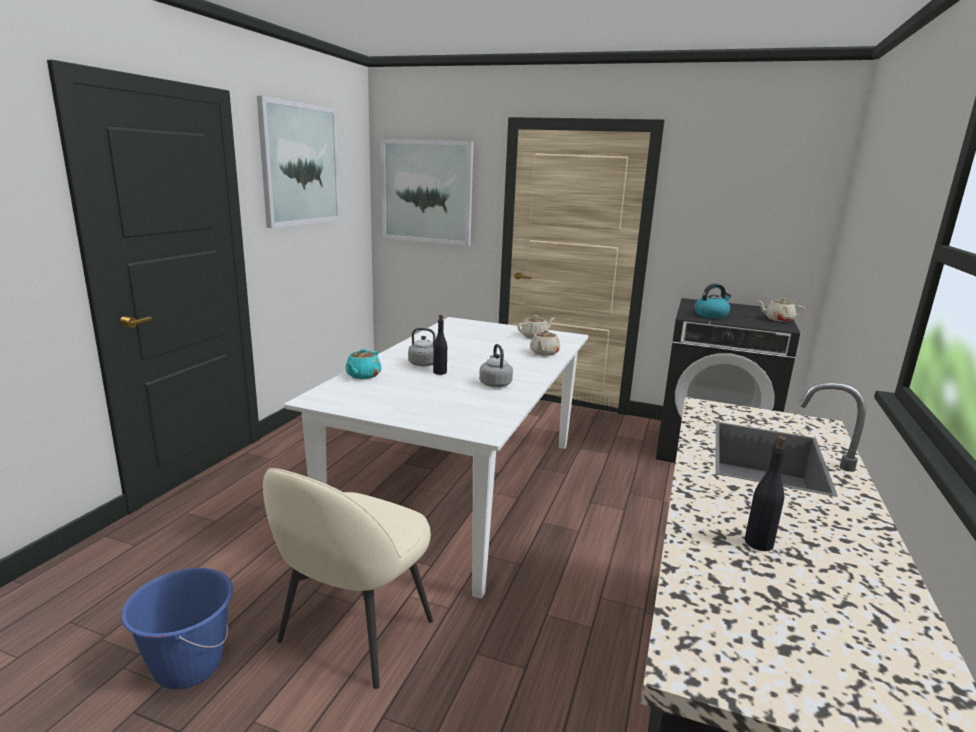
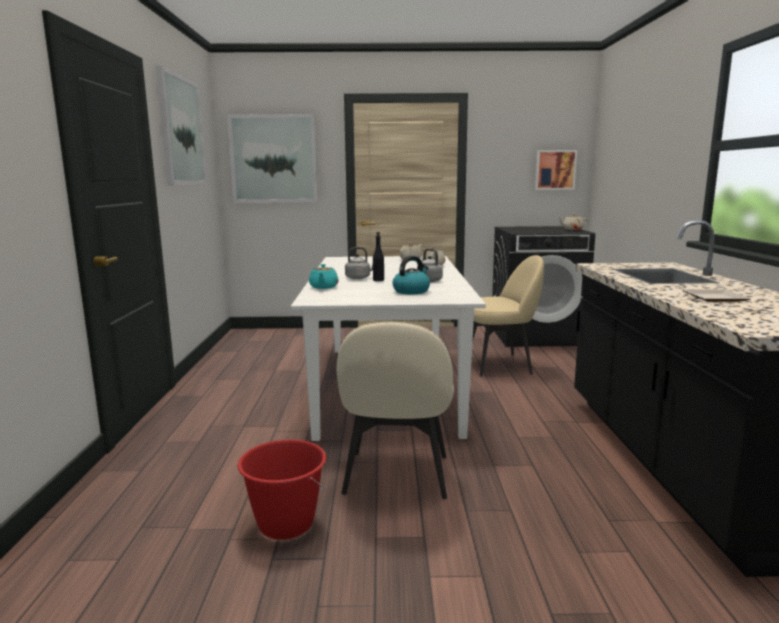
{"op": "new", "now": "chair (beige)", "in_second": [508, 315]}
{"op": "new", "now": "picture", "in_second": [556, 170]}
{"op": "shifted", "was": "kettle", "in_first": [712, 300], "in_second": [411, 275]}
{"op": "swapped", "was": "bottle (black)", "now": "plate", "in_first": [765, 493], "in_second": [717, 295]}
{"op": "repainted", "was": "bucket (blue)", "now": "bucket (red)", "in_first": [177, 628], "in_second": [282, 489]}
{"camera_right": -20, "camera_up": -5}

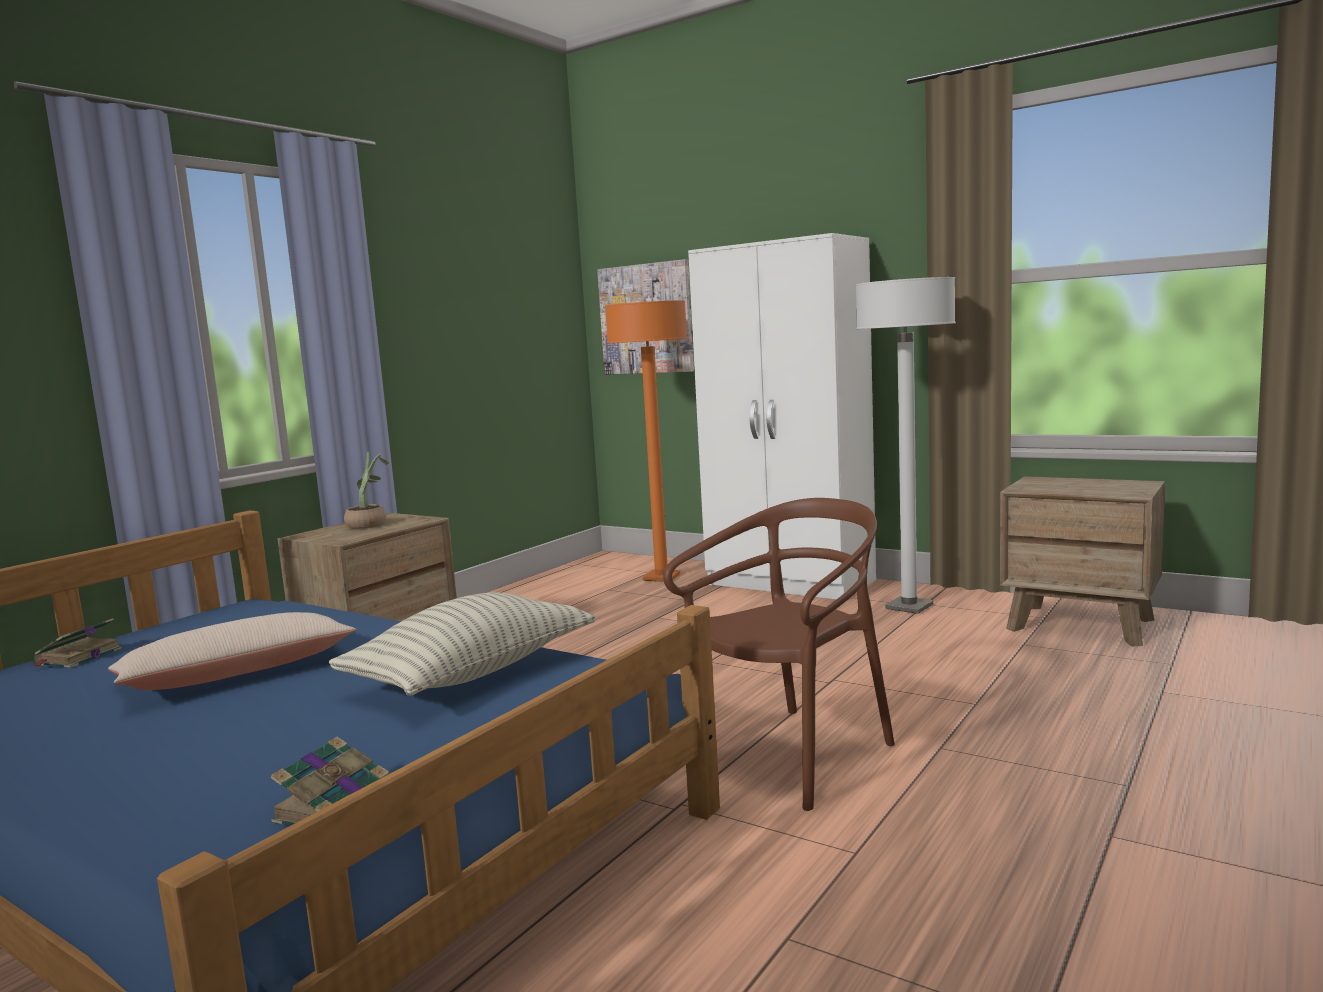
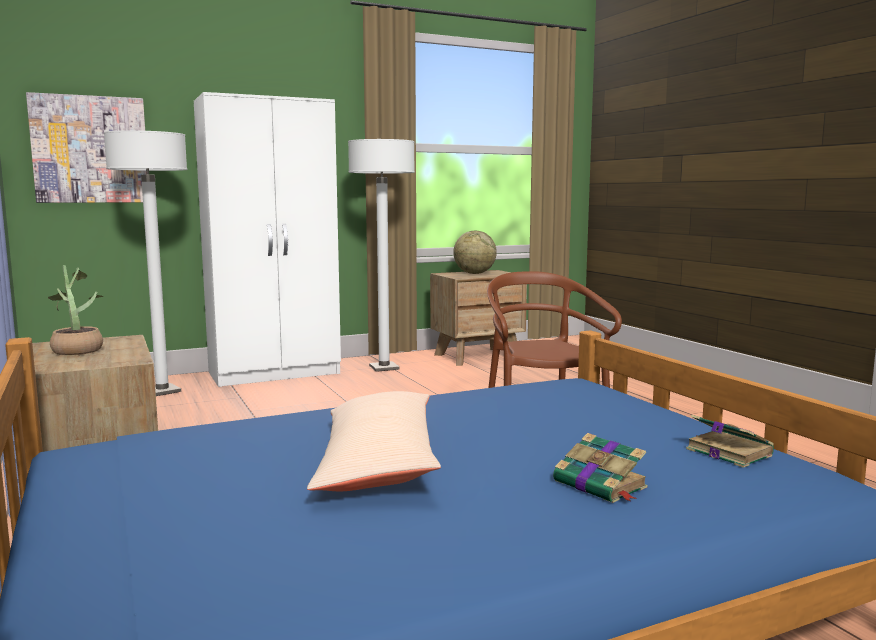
{"op": "gone", "was": "pillow", "in_first": [462, 644]}
{"op": "new", "now": "globe", "in_second": [475, 252]}
{"op": "shifted", "was": "book", "in_first": [76, 643], "in_second": [600, 468]}
{"op": "repainted", "was": "floor lamp (orange)", "now": "floor lamp (white)", "in_first": [646, 440], "in_second": [145, 263]}
{"camera_right": -60, "camera_up": 0}

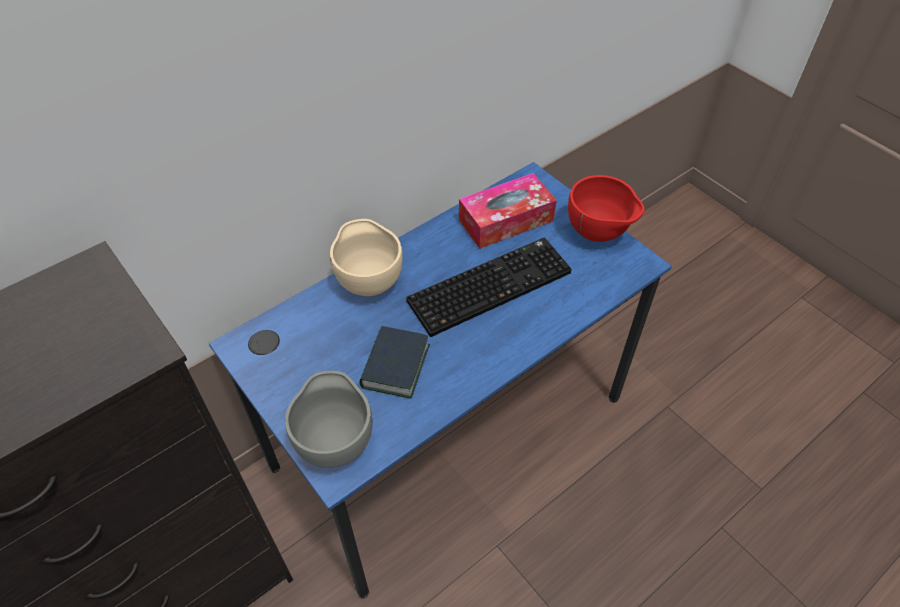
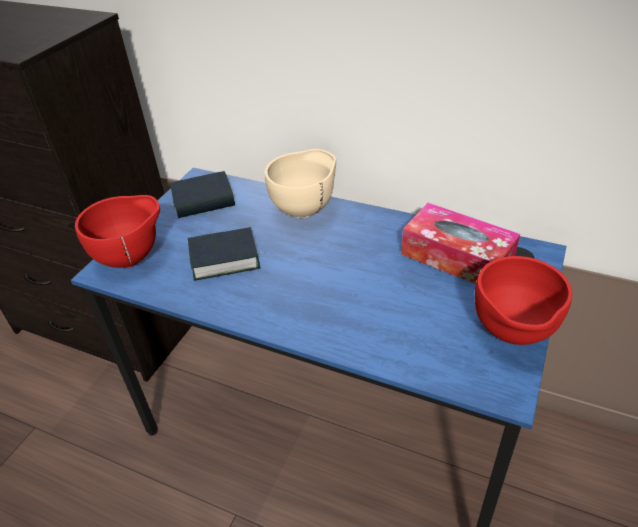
{"op": "gone", "was": "keyboard", "in_first": [489, 287]}
{"op": "new", "now": "book", "in_second": [202, 194]}
{"op": "repainted", "was": "bowl (grey)", "now": "bowl (red)", "in_first": [328, 419], "in_second": [117, 231]}
{"camera_right": 65, "camera_up": -10}

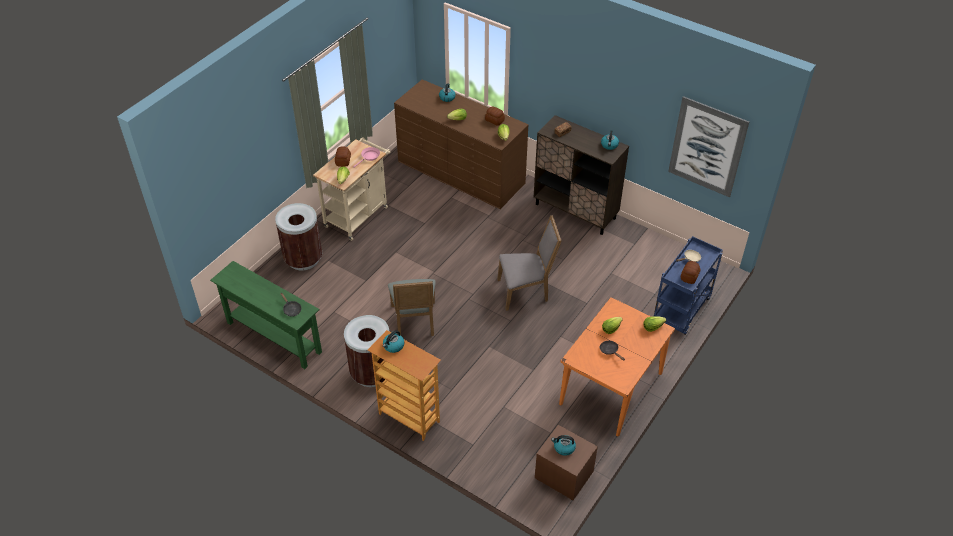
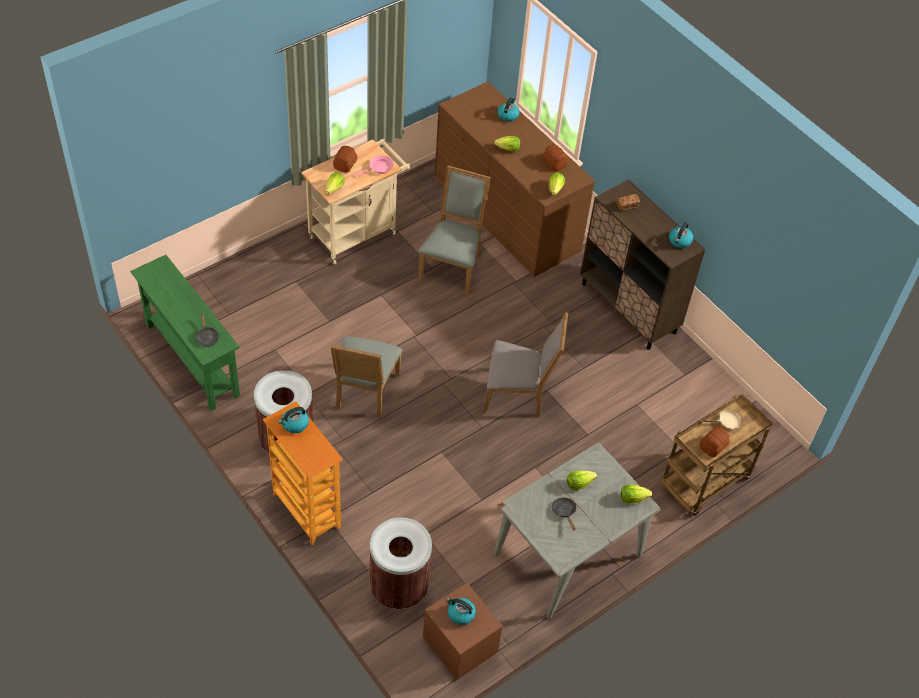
{"op": "gone", "was": "picture", "in_first": [708, 146]}
{"op": "new", "now": "chair (grey)", "in_second": [454, 230]}
{"op": "shifted", "was": "trash can (brown)", "in_first": [298, 237], "in_second": [401, 563]}
{"op": "repainted", "was": "dining table (orange)", "now": "dining table (grey)", "in_first": [617, 367], "in_second": [577, 530]}
{"op": "repainted", "was": "cart (blue)", "now": "cart (brown)", "in_first": [688, 285], "in_second": [716, 455]}
{"camera_right": 15, "camera_up": 5}

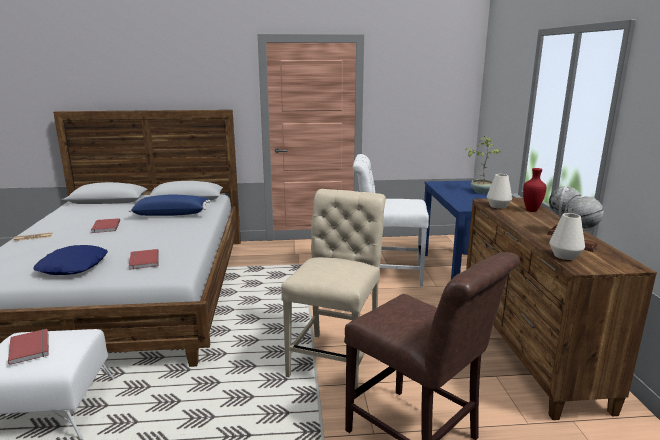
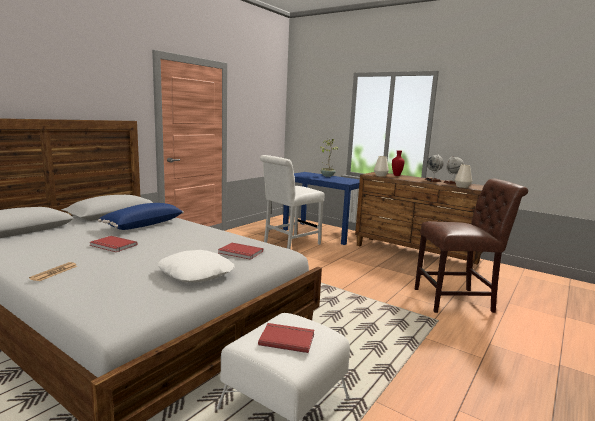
{"op": "gone", "was": "chair (beige)", "in_first": [333, 289]}
{"op": "repainted", "was": "pillow (blue)", "now": "pillow (white)", "in_first": [70, 260], "in_second": [196, 266]}
{"camera_right": -50, "camera_up": -5}

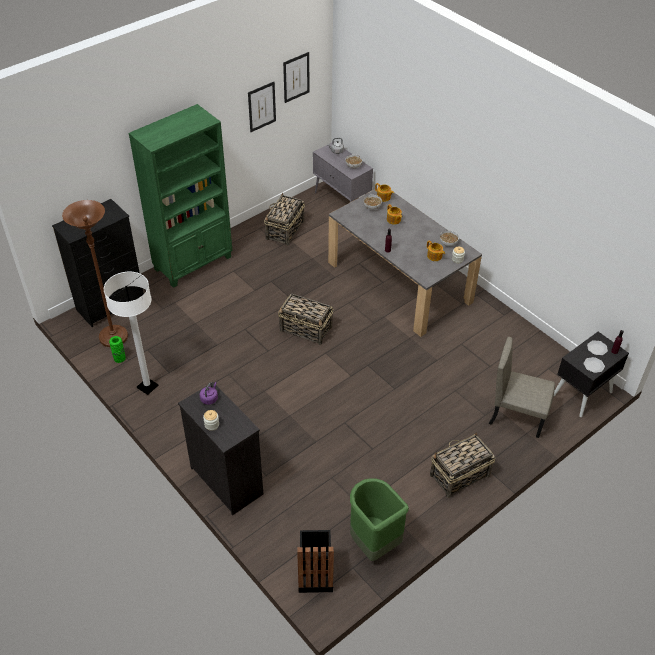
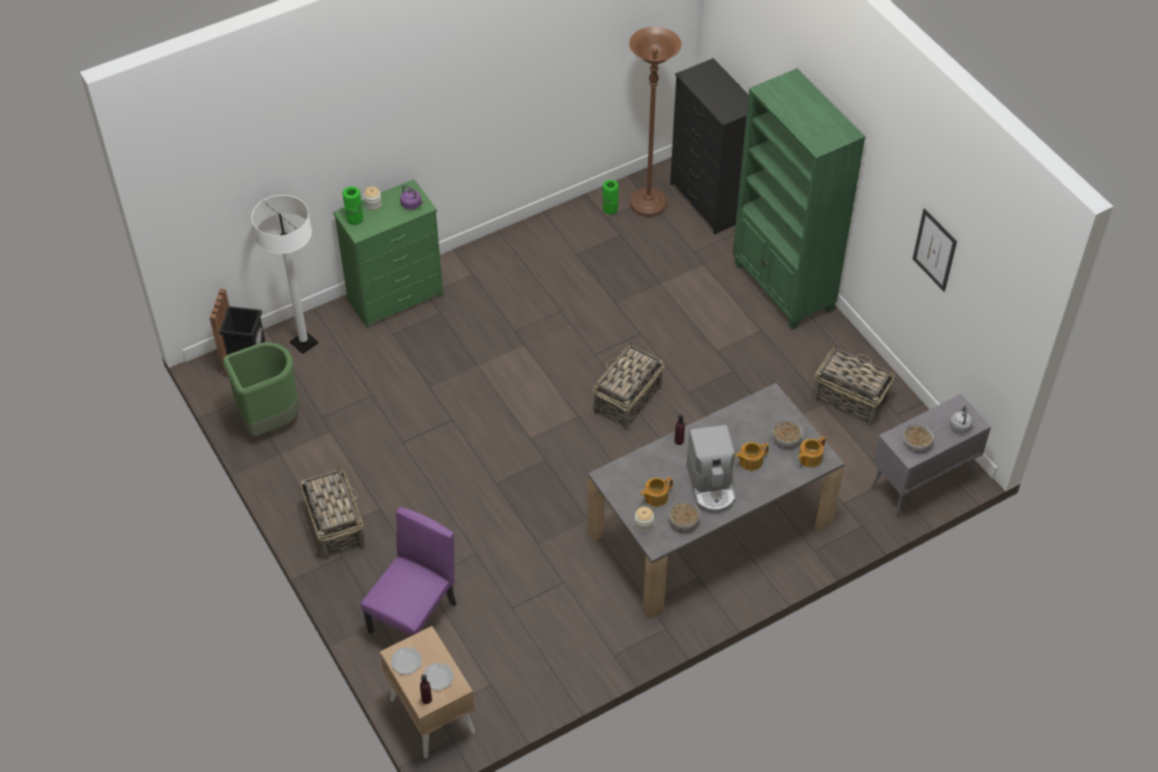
{"op": "gone", "was": "picture", "in_first": [296, 77]}
{"op": "new", "now": "vase (green)", "in_second": [352, 205]}
{"op": "new", "now": "coffee machine", "in_second": [711, 469]}
{"op": "shifted", "was": "floor lamp (white)", "in_first": [131, 333], "in_second": [285, 274]}
{"op": "repainted", "was": "dresser (black)", "now": "dresser (green)", "in_first": [220, 449], "in_second": [388, 254]}
{"op": "repainted", "was": "chair (beige)", "now": "chair (purple)", "in_first": [522, 387], "in_second": [409, 571]}
{"op": "repainted", "was": "nightstand (black)", "now": "nightstand (beige)", "in_first": [591, 374], "in_second": [427, 692]}
{"camera_right": 100, "camera_up": 5}

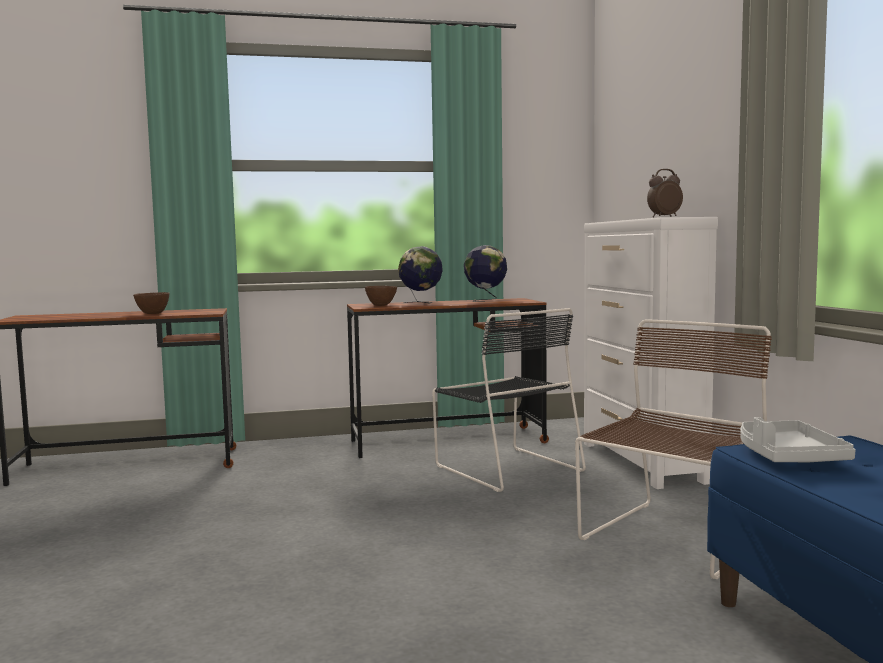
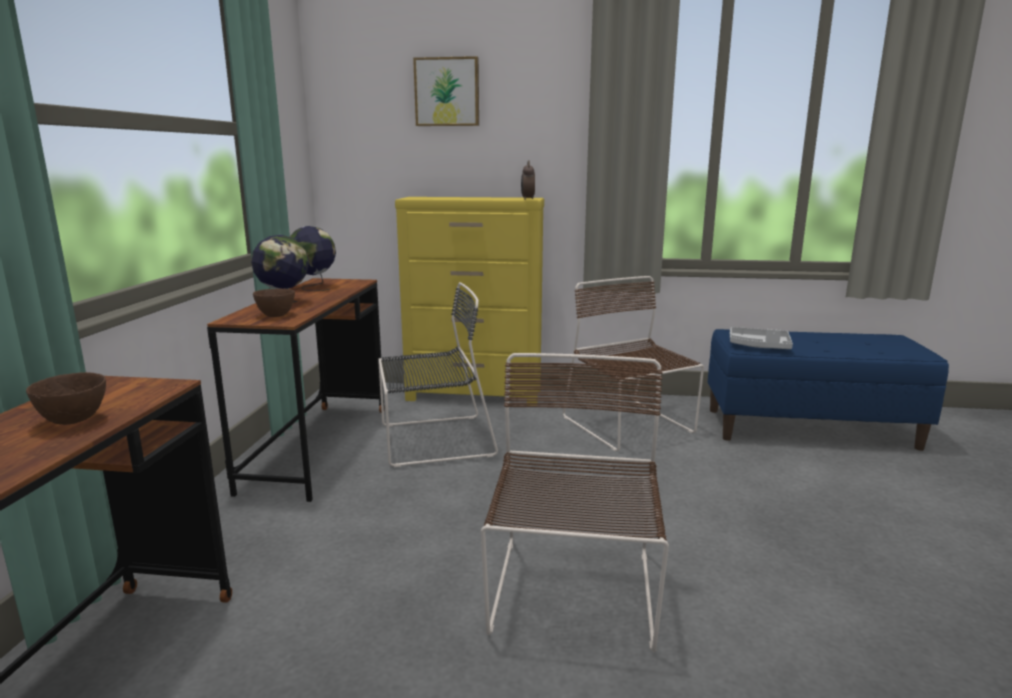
{"op": "new", "now": "picture", "in_second": [446, 91]}
{"op": "new", "now": "chair (brown)", "in_second": [575, 502]}
{"op": "repainted", "was": "dresser (white)", "now": "dresser (yellow)", "in_first": [651, 353], "in_second": [469, 300]}
{"camera_right": -70, "camera_up": 10}

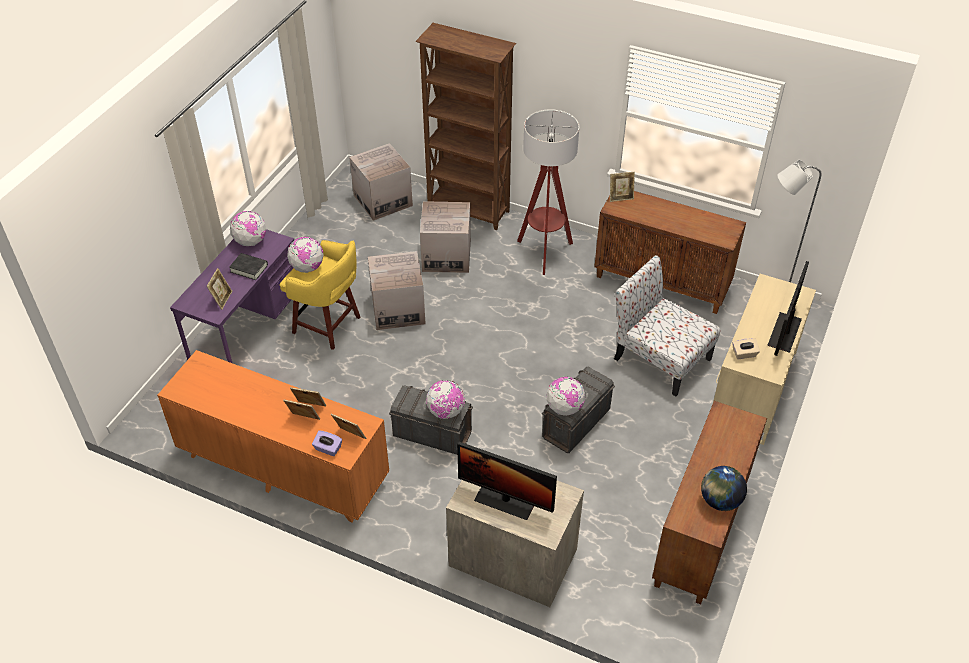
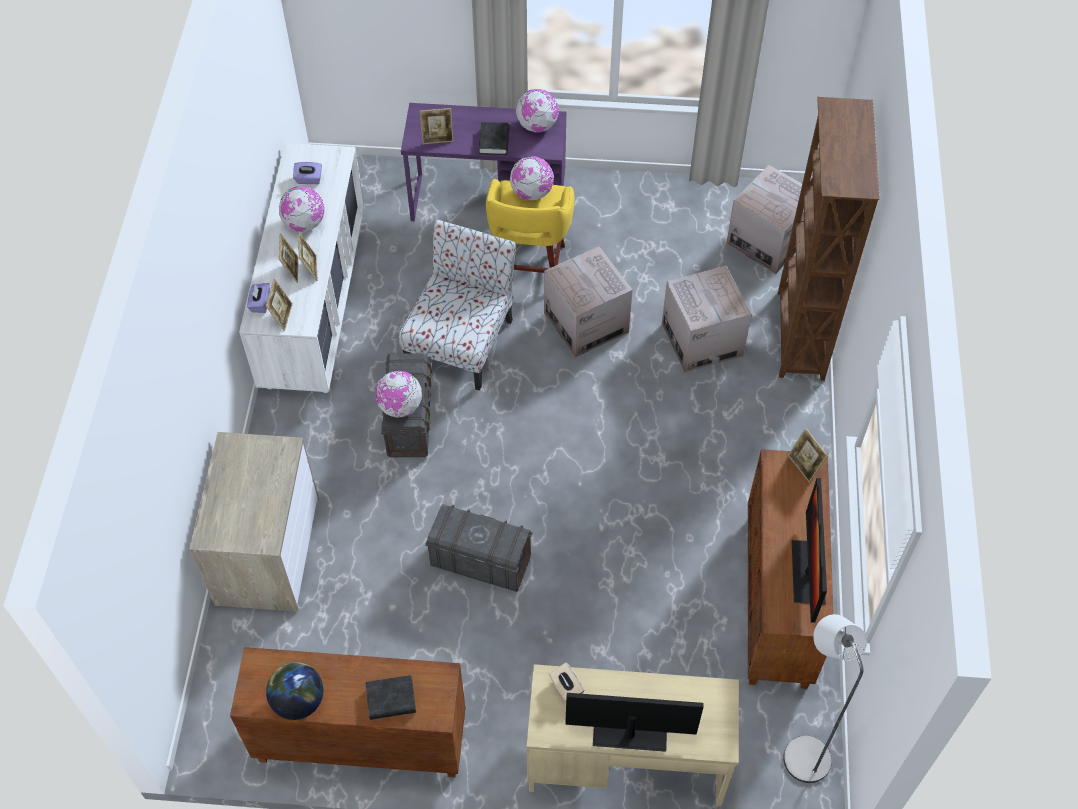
{"op": "gone", "was": "floor lamp", "in_first": [548, 192]}
{"op": "new", "now": "tissue box (purple)", "in_second": [307, 173]}
{"op": "new", "now": "book (black)", "in_second": [390, 697]}
{"op": "shifted", "was": "monitor", "in_first": [507, 481], "in_second": [809, 550]}
{"op": "shifted", "was": "globe", "in_first": [565, 396], "in_second": [301, 209]}
{"op": "shifted", "was": "chair", "in_first": [667, 325], "in_second": [457, 305]}
{"op": "repainted", "was": "dresser (orange)", "now": "dresser (white)", "in_first": [273, 436], "in_second": [301, 268]}
{"camera_right": 70, "camera_up": 10}

